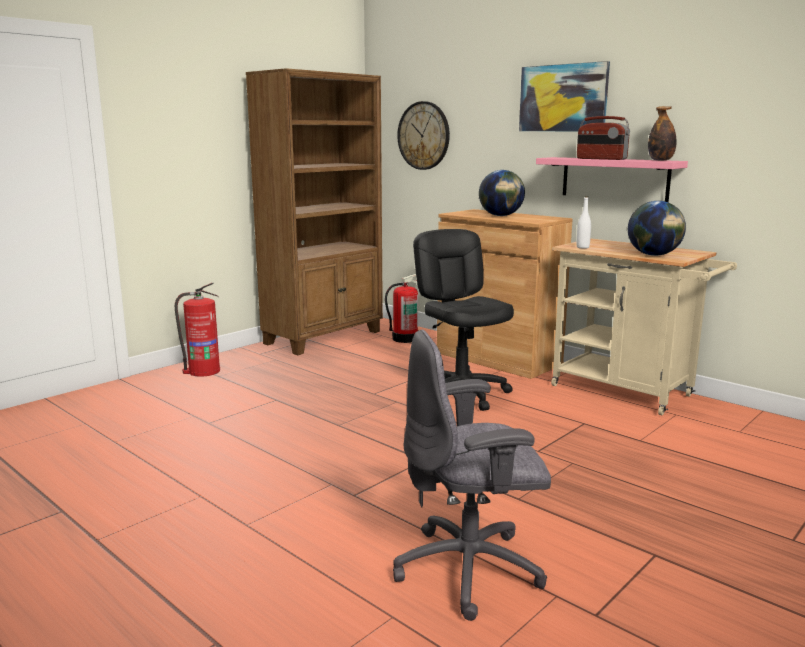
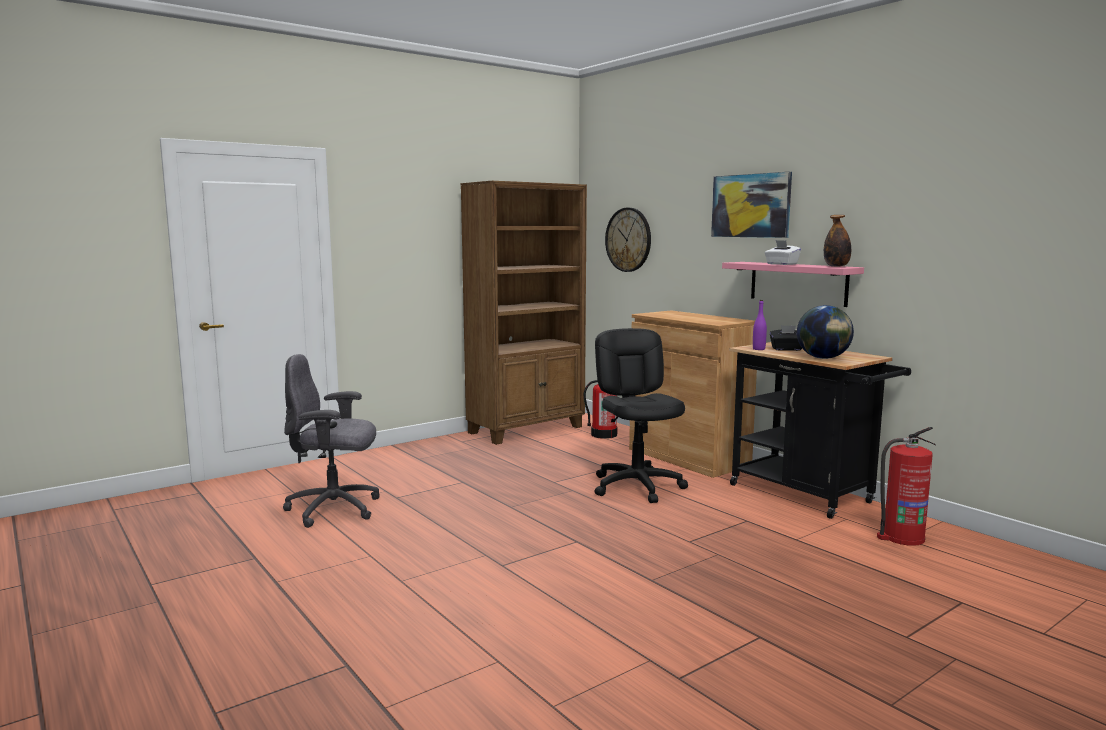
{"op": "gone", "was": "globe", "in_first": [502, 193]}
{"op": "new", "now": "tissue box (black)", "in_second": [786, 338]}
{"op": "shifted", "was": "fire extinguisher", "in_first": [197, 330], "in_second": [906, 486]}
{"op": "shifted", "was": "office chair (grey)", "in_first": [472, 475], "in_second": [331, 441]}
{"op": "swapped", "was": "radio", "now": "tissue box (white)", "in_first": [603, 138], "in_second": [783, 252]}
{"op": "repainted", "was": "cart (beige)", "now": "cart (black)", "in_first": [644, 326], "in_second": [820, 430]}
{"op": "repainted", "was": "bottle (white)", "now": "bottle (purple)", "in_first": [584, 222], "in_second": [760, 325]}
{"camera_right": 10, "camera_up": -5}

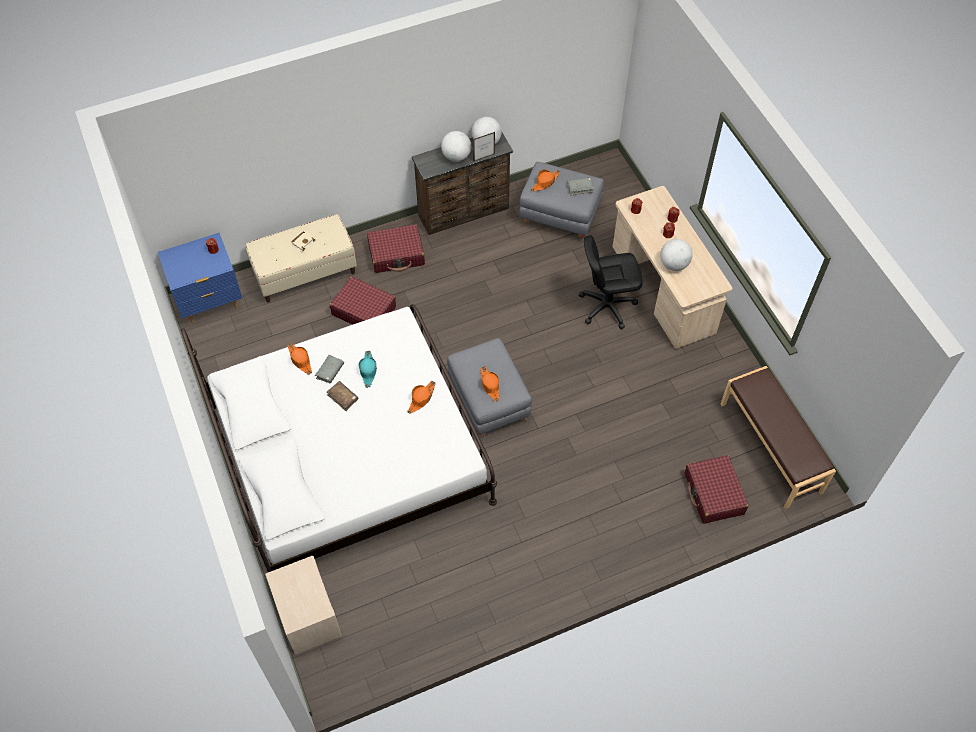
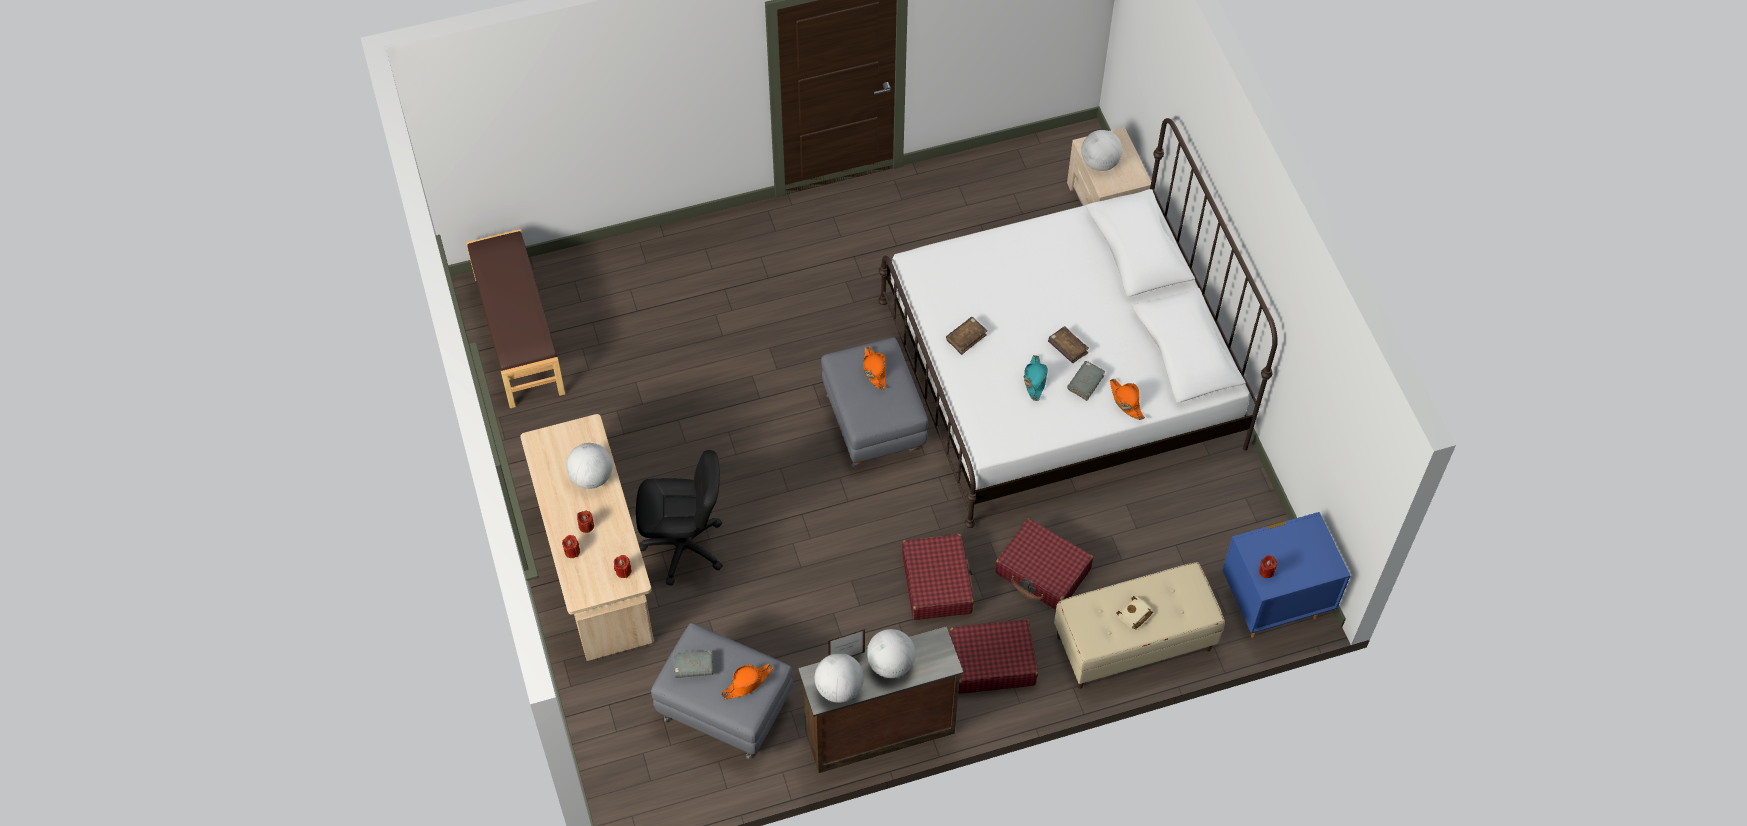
{"op": "new", "now": "globe", "in_second": [1102, 150]}
{"op": "shifted", "was": "suitcase (red)", "in_first": [716, 489], "in_second": [938, 577]}
{"op": "swapped", "was": "hat (orange)", "now": "book (brown)", "in_first": [421, 397], "in_second": [967, 336]}
{"camera_right": -175, "camera_up": 0}

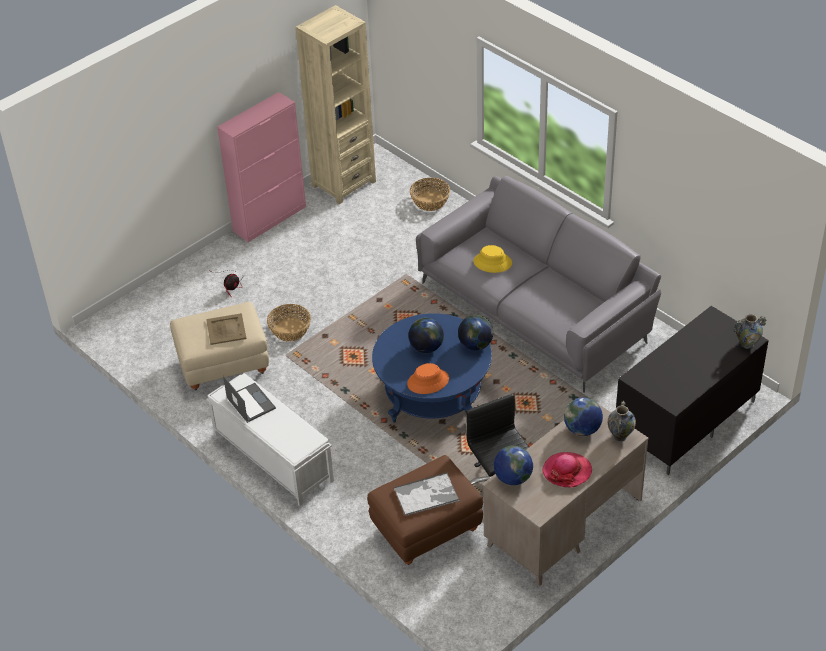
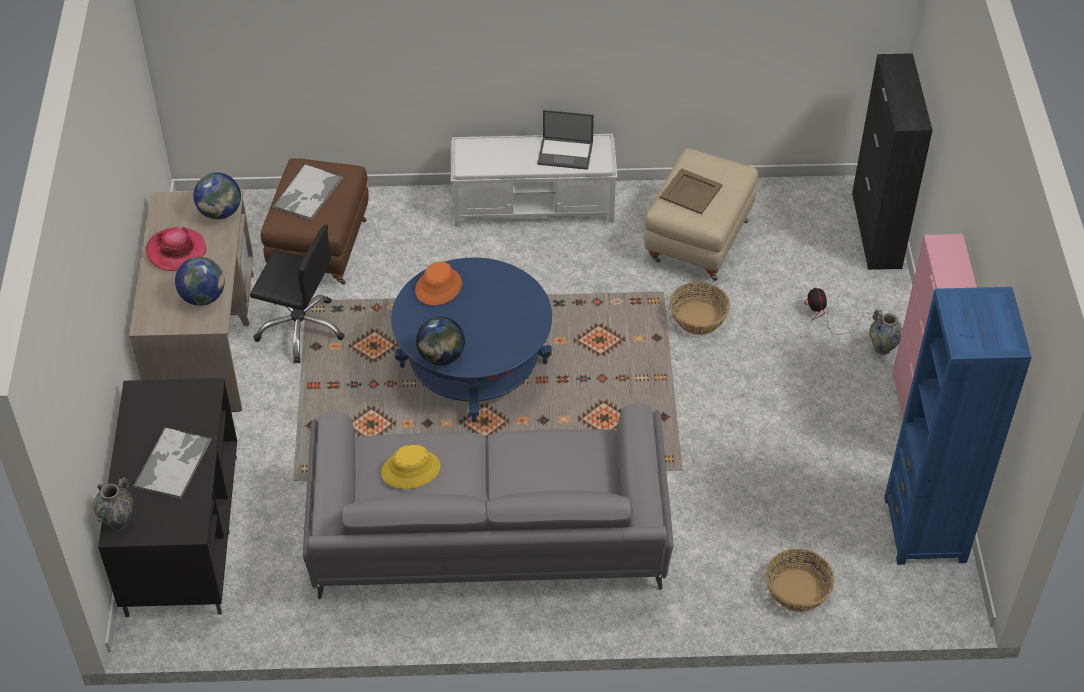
{"op": "gone", "was": "globe", "in_first": [426, 335]}
{"op": "new", "now": "tray", "in_second": [172, 463]}
{"op": "new", "now": "cabinet (black)", "in_second": [892, 161]}
{"op": "shifted", "was": "hat (yellow)", "in_first": [493, 259], "in_second": [411, 466]}
{"op": "shifted", "was": "vase", "in_first": [622, 421], "in_second": [886, 332]}
{"op": "repainted", "was": "bookcase (beige)", "now": "bookcase (blue)", "in_first": [336, 105], "in_second": [958, 426]}
{"camera_right": 130, "camera_up": 5}

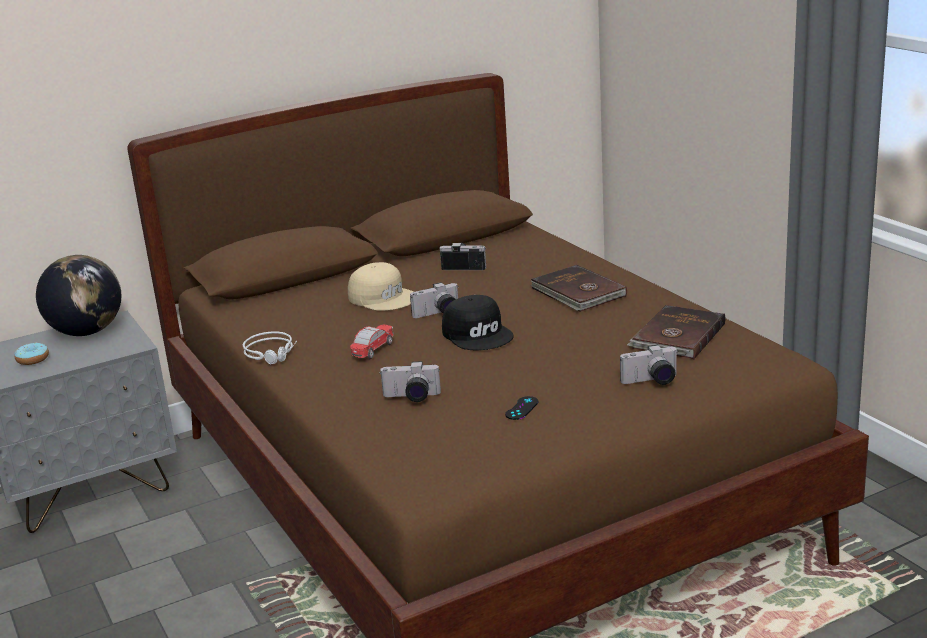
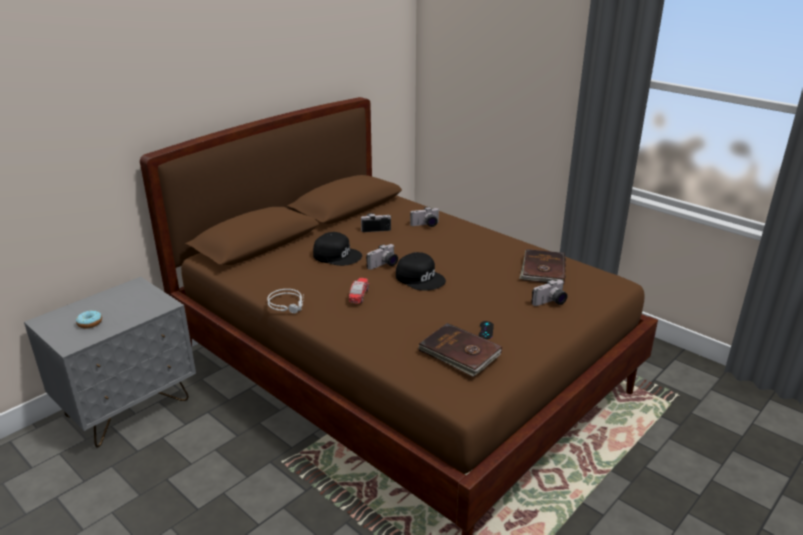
{"op": "gone", "was": "globe", "in_first": [78, 295]}
{"op": "shifted", "was": "photo camera", "in_first": [410, 381], "in_second": [425, 217]}
{"op": "shifted", "was": "book (brown)", "in_first": [578, 288], "in_second": [460, 350]}
{"op": "repainted", "was": "cap (beige)", "now": "cap (black)", "in_first": [381, 286], "in_second": [337, 249]}
{"camera_right": -20, "camera_up": 5}

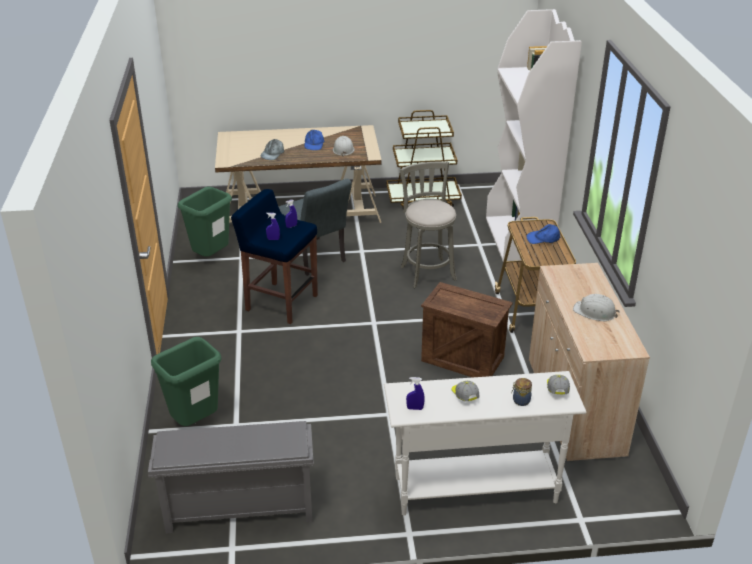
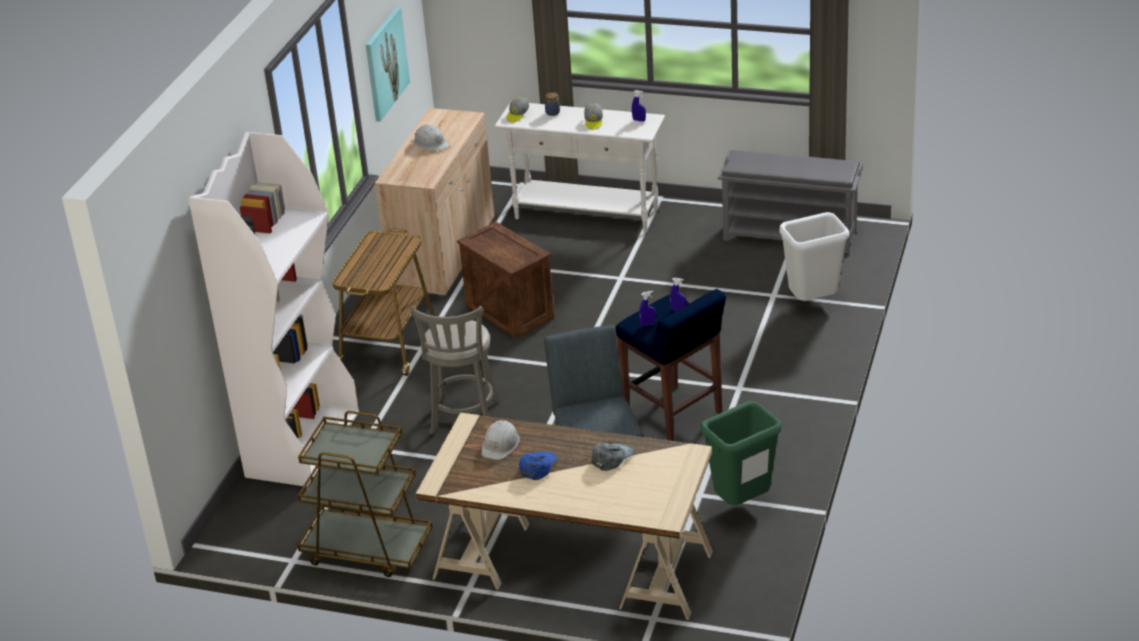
{"op": "gone", "was": "cap (blue)", "in_first": [543, 234]}
{"op": "new", "now": "picture", "in_second": [388, 64]}
{"op": "repainted", "was": "trash can (green)", "now": "trash can (white)", "in_first": [186, 381], "in_second": [814, 256]}
{"camera_right": -155, "camera_up": 0}

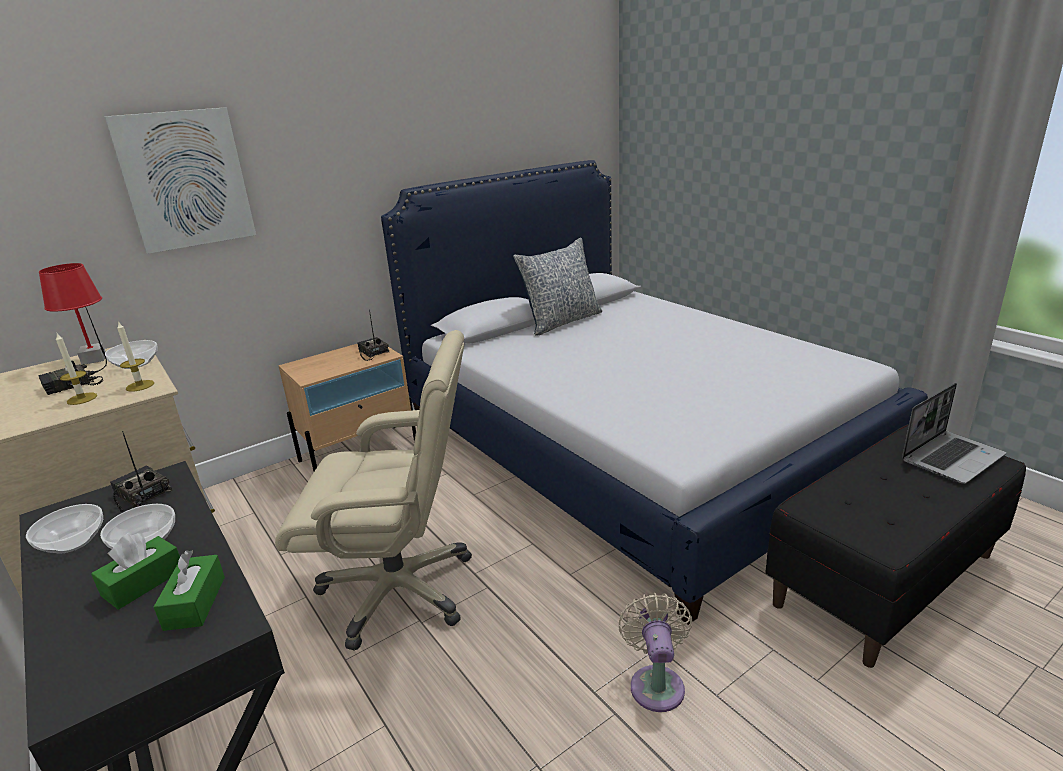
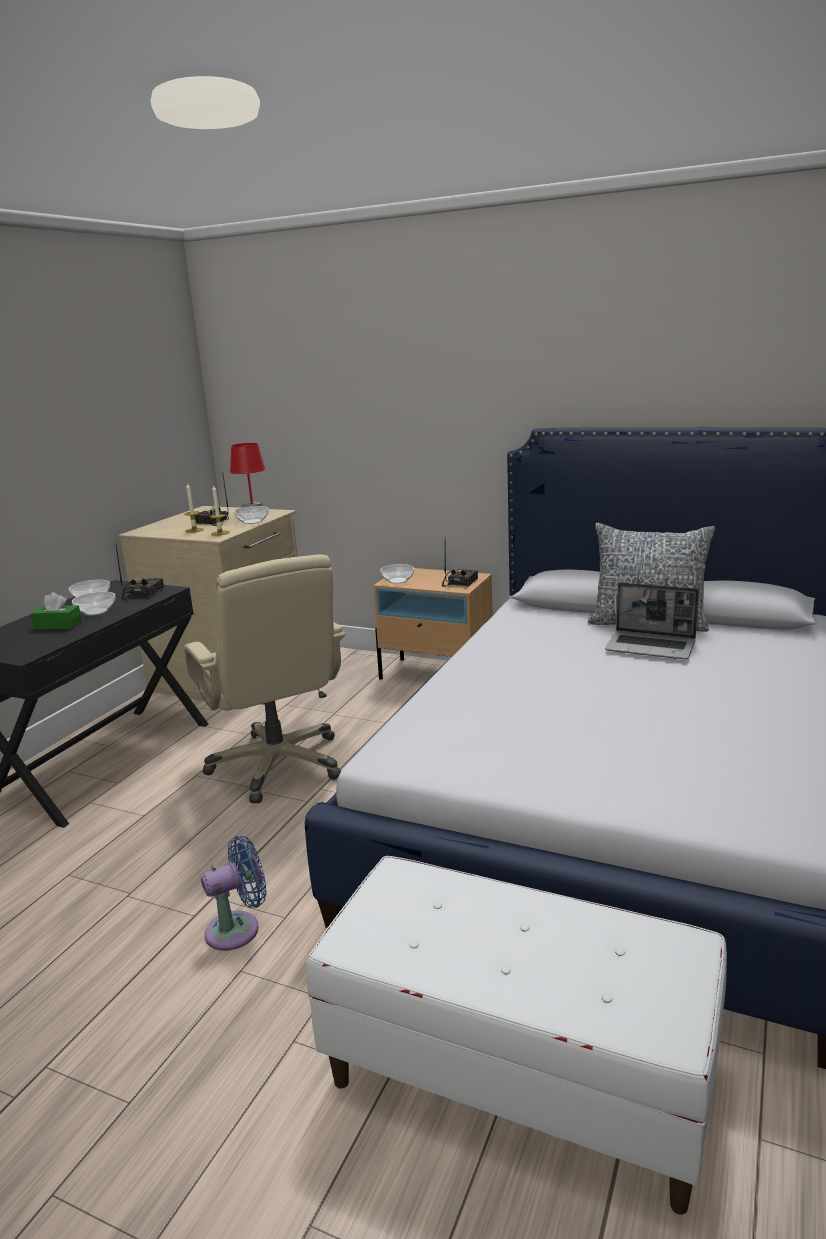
{"op": "gone", "was": "picture", "in_first": [180, 180]}
{"op": "gone", "was": "tissue box (green)", "in_first": [189, 590]}
{"op": "new", "now": "bowl", "in_second": [397, 574]}
{"op": "shifted", "was": "laptop", "in_first": [954, 433], "in_second": [652, 620]}
{"op": "repainted", "was": "fan (beige)", "now": "fan (blue)", "in_first": [655, 652], "in_second": [234, 893]}
{"op": "repainted", "was": "bench (black)", "now": "bench (white)", "in_first": [896, 546], "in_second": [516, 1035]}
{"camera_right": 60, "camera_up": -5}

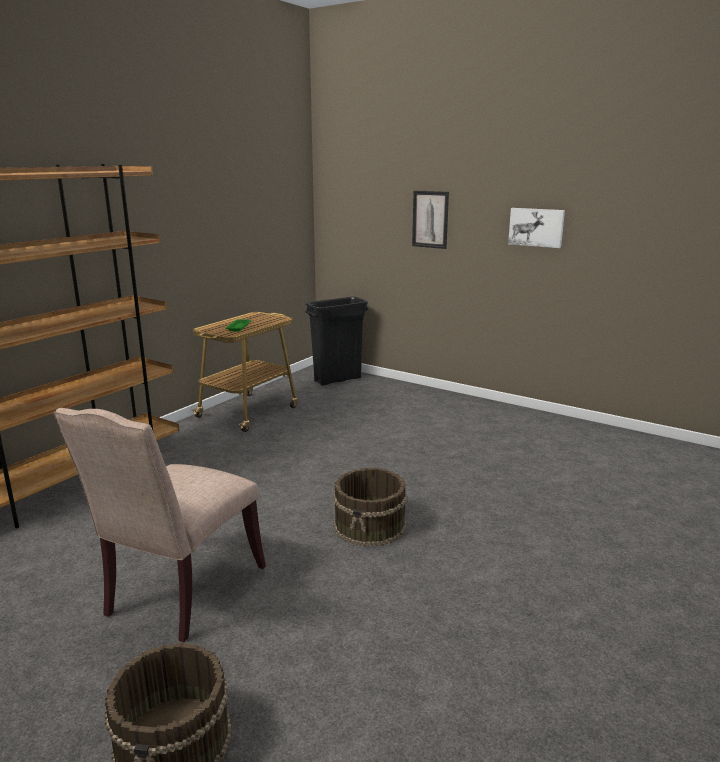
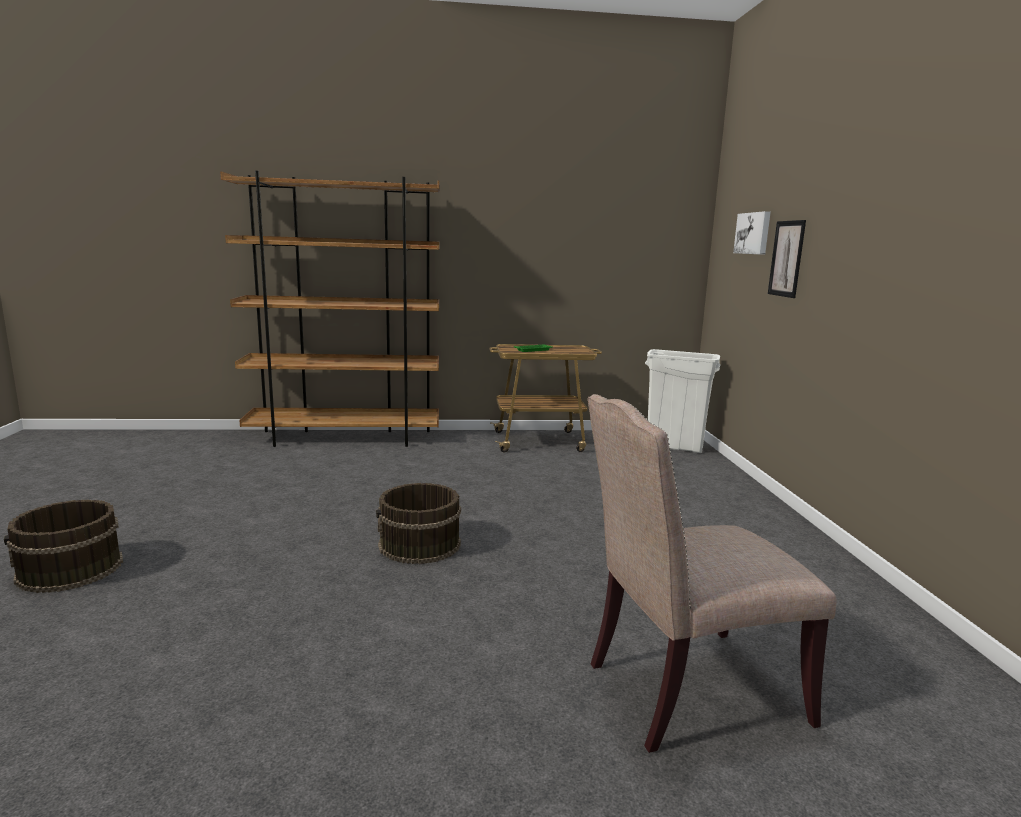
{"op": "shifted", "was": "chair (beige)", "in_first": [160, 525], "in_second": [712, 573]}
{"op": "shifted", "was": "picture", "in_first": [536, 228], "in_second": [752, 233]}
{"op": "repainted", "was": "trash can (black)", "now": "trash can (white)", "in_first": [336, 341], "in_second": [682, 401]}
{"camera_right": 50, "camera_up": -5}

